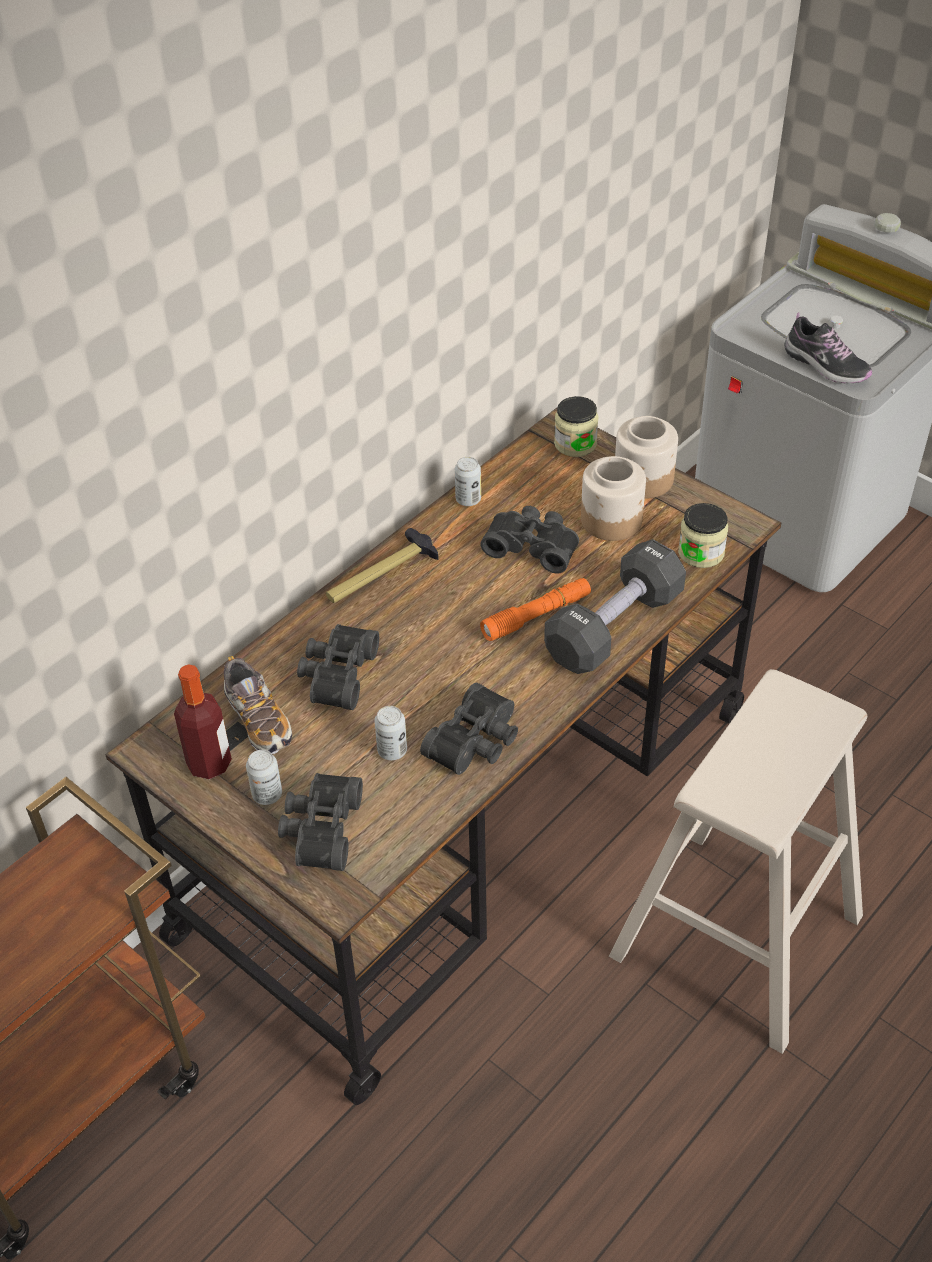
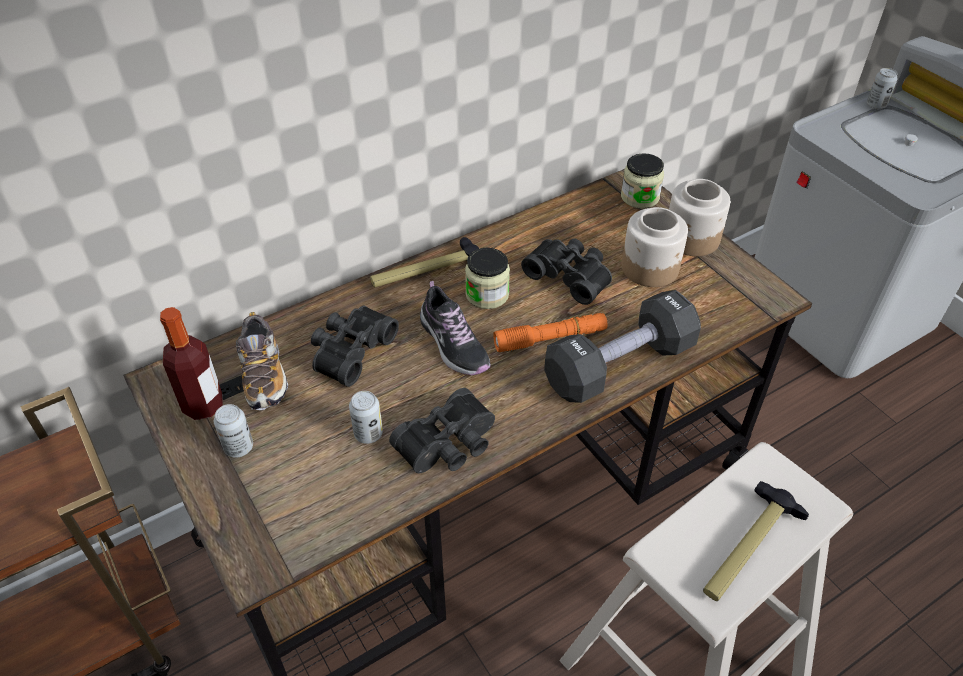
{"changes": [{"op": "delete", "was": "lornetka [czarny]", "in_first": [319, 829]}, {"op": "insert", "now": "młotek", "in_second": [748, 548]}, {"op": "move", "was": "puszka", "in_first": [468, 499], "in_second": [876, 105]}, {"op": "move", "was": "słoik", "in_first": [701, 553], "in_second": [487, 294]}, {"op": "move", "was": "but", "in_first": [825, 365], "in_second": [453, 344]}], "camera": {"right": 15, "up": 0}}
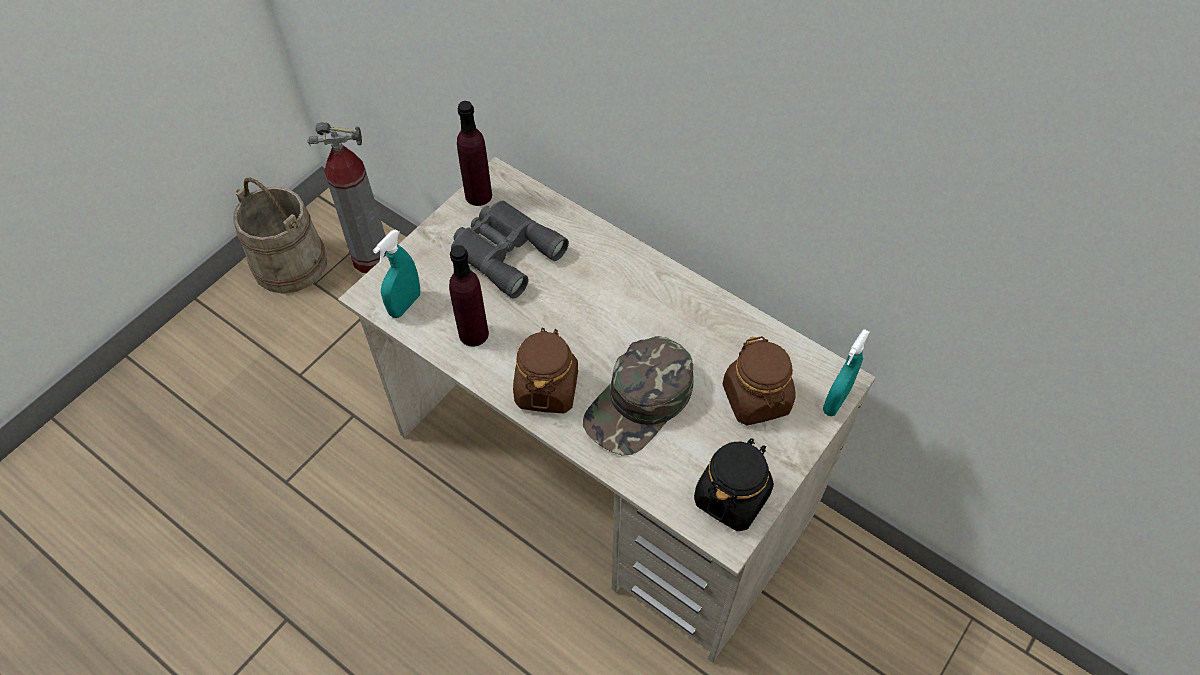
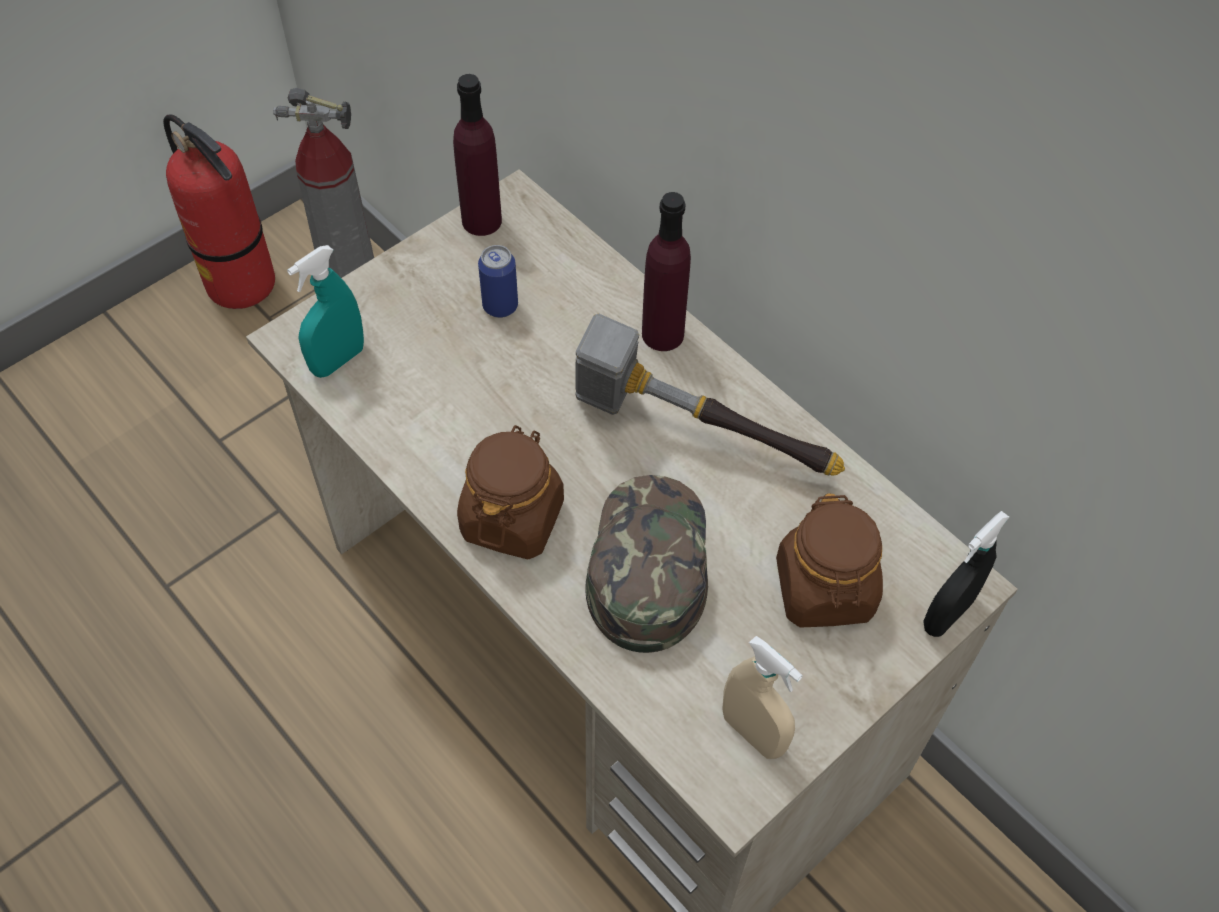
{"changes": [{"op": "insert", "now": "młotek", "in_second": [693, 438]}, {"op": "move", "was": "butelka [fioletowy]", "in_first": [473, 334], "in_second": [662, 334]}, {"op": "replace", "was": "wiadro [beżowy]", "now": "gaśnica", "in_first": [290, 263], "in_second": [242, 284]}, {"op": "replace", "was": "lornetka [szary]", "now": "puszka", "in_first": [505, 251], "in_second": [500, 306]}, {"op": "replace", "was": "słoik [czarny]", "now": "spryskiwacz [beżowy]", "in_first": [731, 497], "in_second": [752, 733]}, {"op": "recolor", "was": "spryskiwacz [turkusowy]", "now": "spryskiwacz [czarny]", "in_first": [836, 401], "in_second": [947, 614]}, {"op": "rotate", "was": "czapka z daszkiem [zielony]", "in_first": [640, 403], "in_second": [646, 564], "clockwise": 135}], "camera": {"right": 10, "up": 0}}
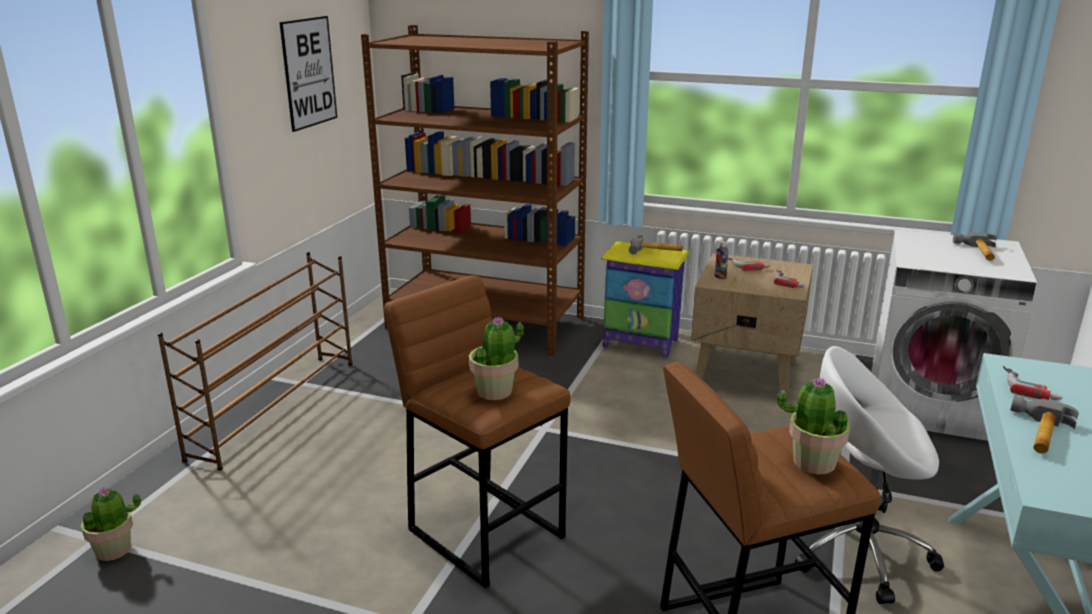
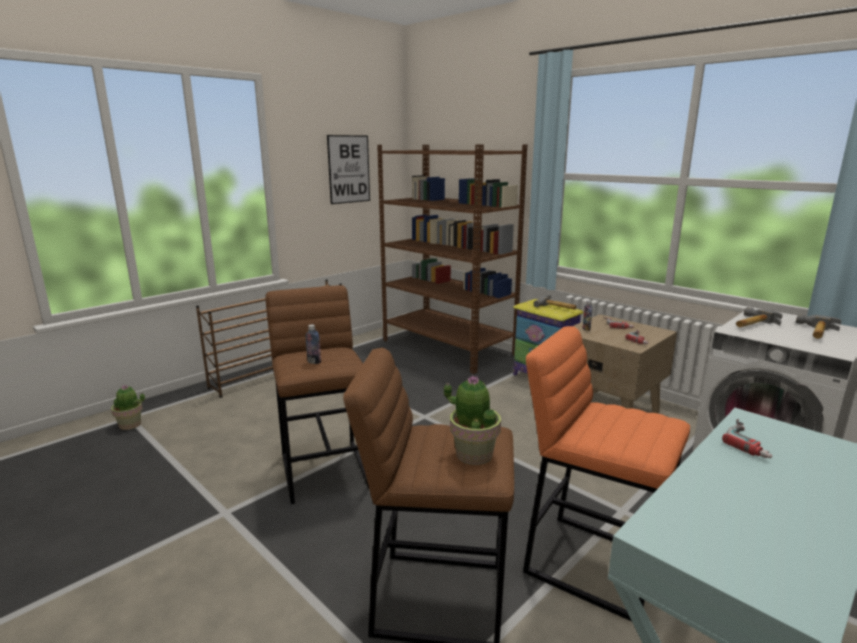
{"changes": [{"op": "move", "was": "młotek", "in_first": [1038, 434], "in_second": [751, 323]}, {"op": "replace", "was": "roślina doniczkowa", "now": "butelka", "in_first": [495, 391], "in_second": [314, 362]}, {"op": "replace", "was": "krzesło biurowe [biały]", "now": "stołek [pomarańczowy]", "in_first": [856, 548], "in_second": [590, 563]}], "camera": {"right": 25, "up": -5}}
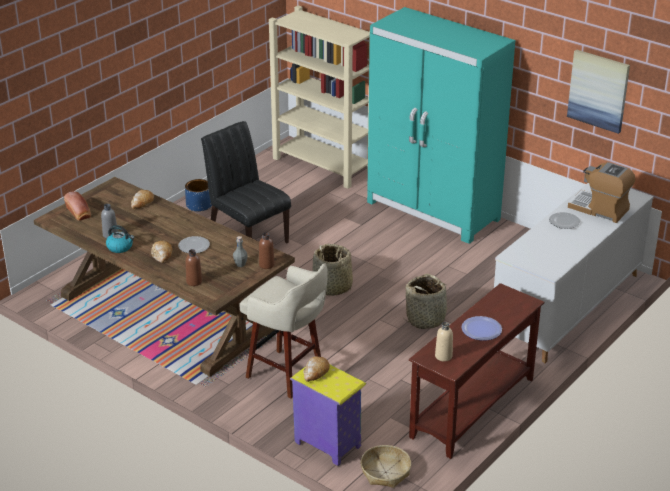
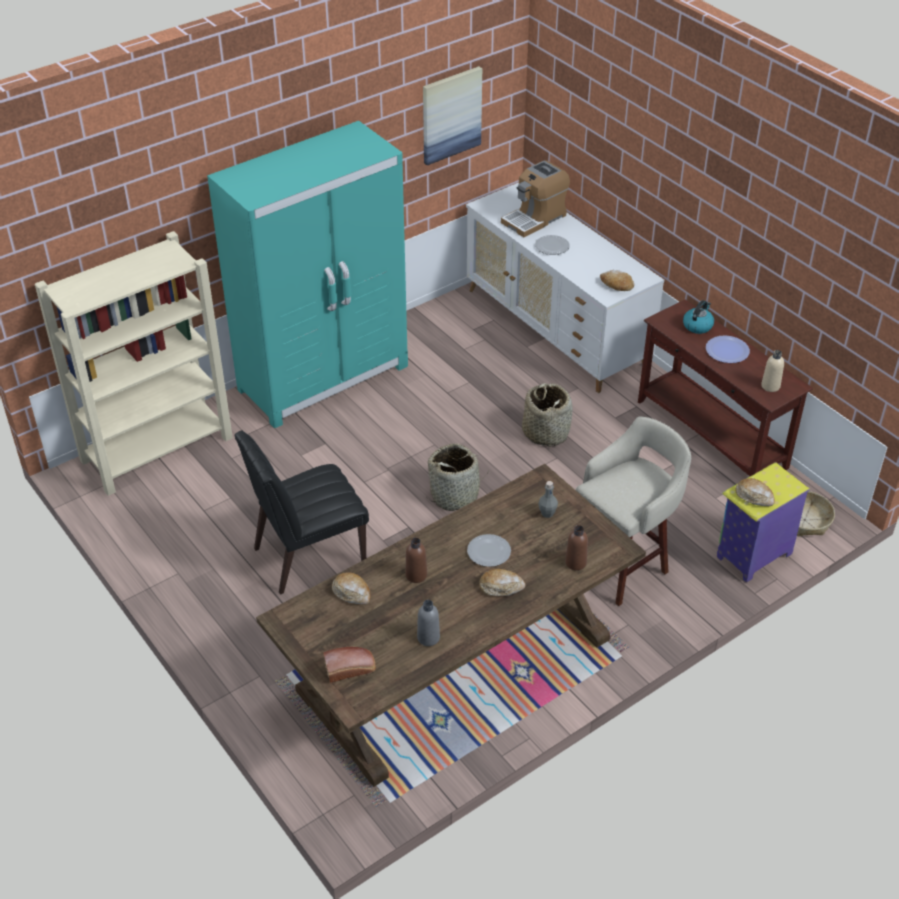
{"changes": [{"op": "delete", "was": "donica [niebieski]", "in_first": [199, 205]}, {"op": "insert", "now": "chleb", "in_second": [616, 285]}, {"op": "move", "was": "czajnik", "in_first": [120, 247], "in_second": [697, 325]}, {"op": "move", "was": "butelka [brązowy]", "in_first": [266, 265], "in_second": [416, 575]}], "camera": {"right": -75, "up": 10}}
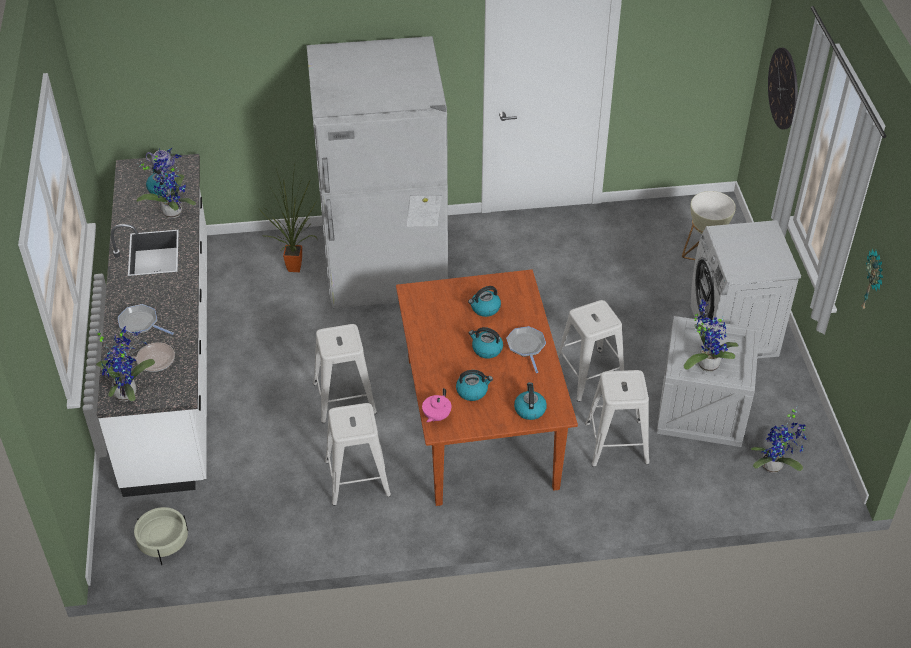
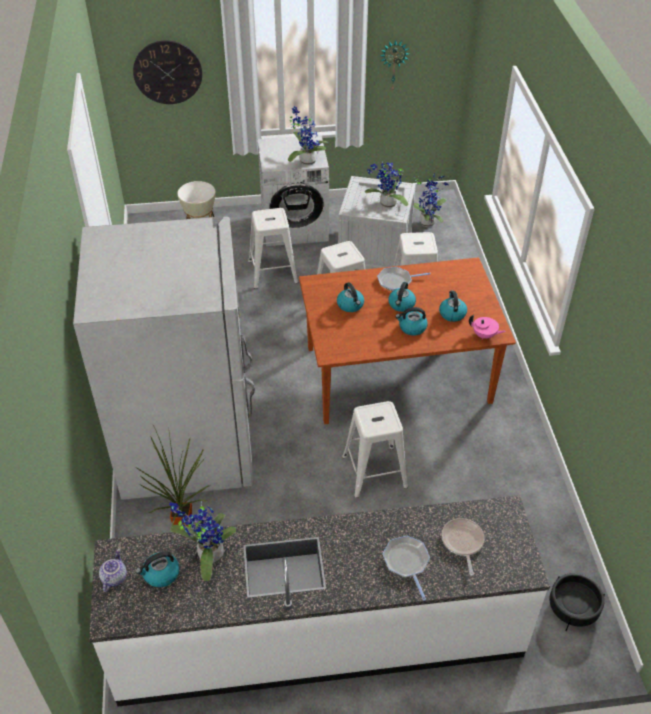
{"changes": [{"op": "move", "was": "roślina doniczkowa", "in_first": [128, 392], "in_second": [305, 160]}, {"op": "move", "was": "stołek [biały]", "in_first": [357, 478], "in_second": [272, 272]}, {"op": "move", "was": "czajnik", "in_first": [529, 409], "in_second": [412, 328]}, {"op": "recolor", "was": "donica [beżowy]", "now": "donica [czarny]", "in_first": [163, 542], "in_second": [573, 609]}, {"op": "rotate", "was": "patelnia", "in_first": [140, 323], "in_second": [407, 562], "clockwise": 135}], "camera": {"right": -90, "up": 0}}
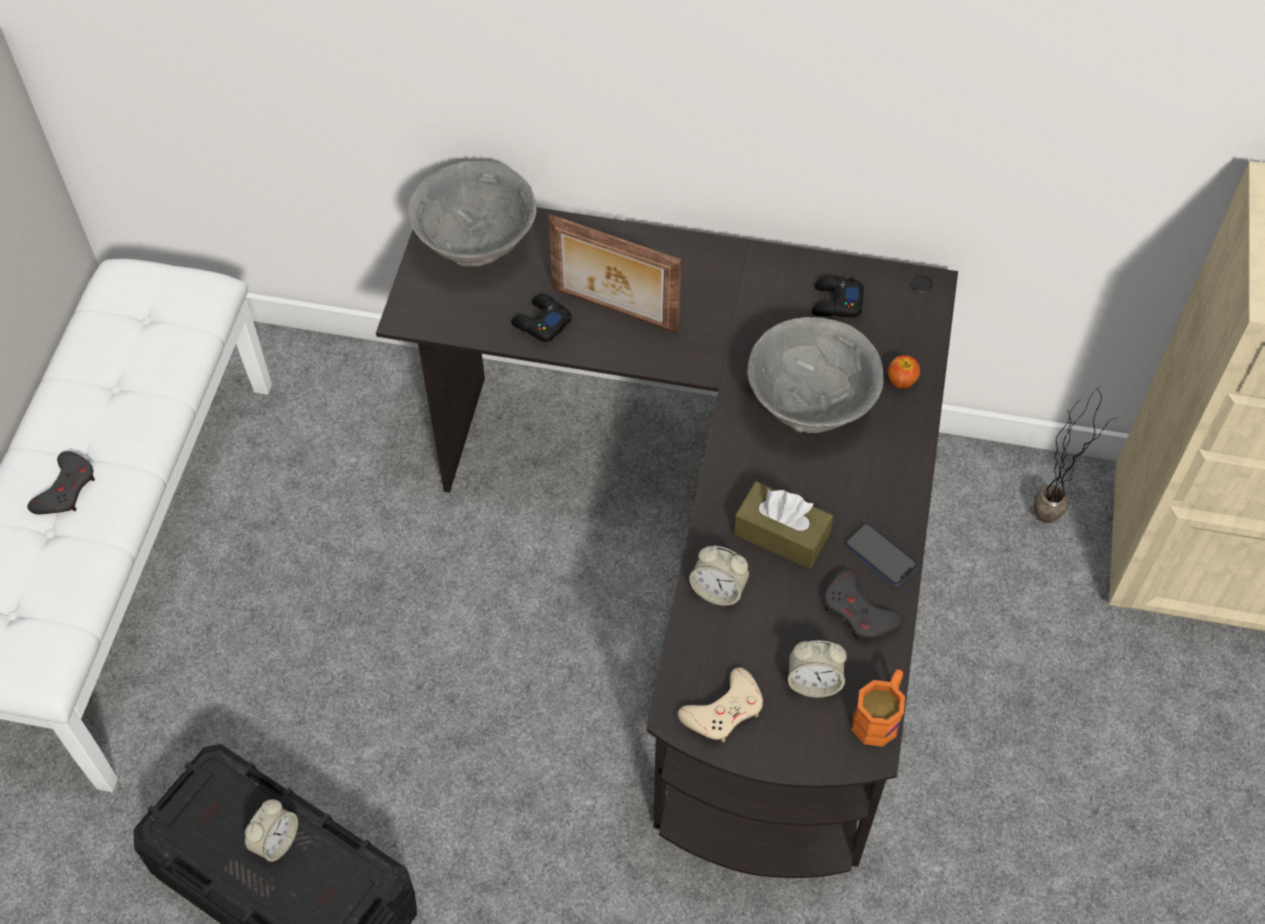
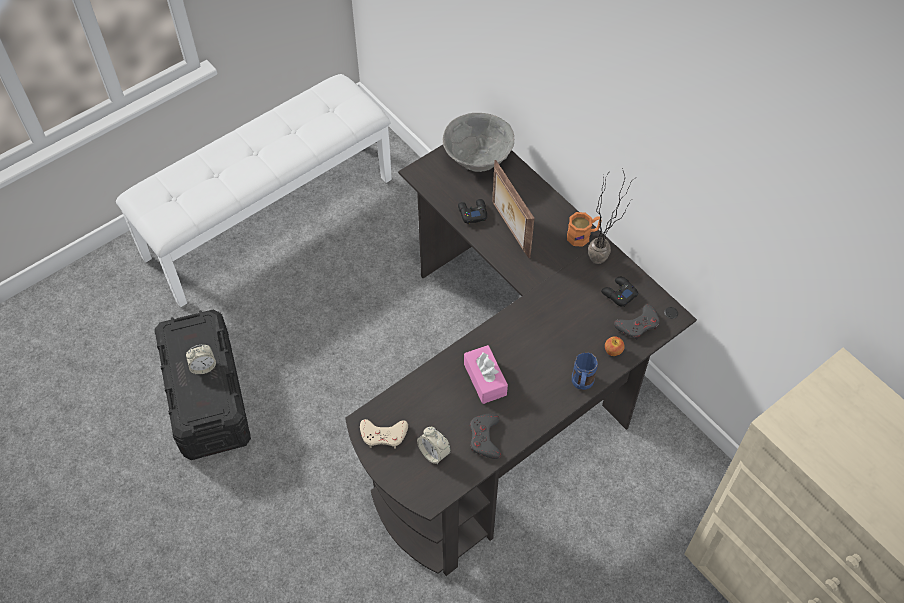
{"changes": [{"op": "delete", "was": "budzik", "in_first": [718, 590]}, {"op": "delete", "was": "miska [szary]", "in_first": [810, 406]}, {"op": "delete", "was": "telefon", "in_first": [880, 555]}, {"op": "insert", "now": "kubek [niebieski]", "in_second": [581, 385]}, {"op": "move", "was": "pad do gier [szary]", "in_first": [66, 489], "in_second": [638, 325]}, {"op": "move", "was": "kubek [pomarańczowy]", "in_first": [879, 716], "in_second": [583, 235]}, {"op": "move", "was": "roślina doniczkowa", "in_first": [1053, 511], "in_second": [604, 260]}, {"op": "recolor", "was": "pudełko chusteczek [brązowy]", "now": "pudełko chusteczek [różowy]", "in_first": [781, 534], "in_second": [485, 379]}], "camera": {"right": 40, "up": 0}}
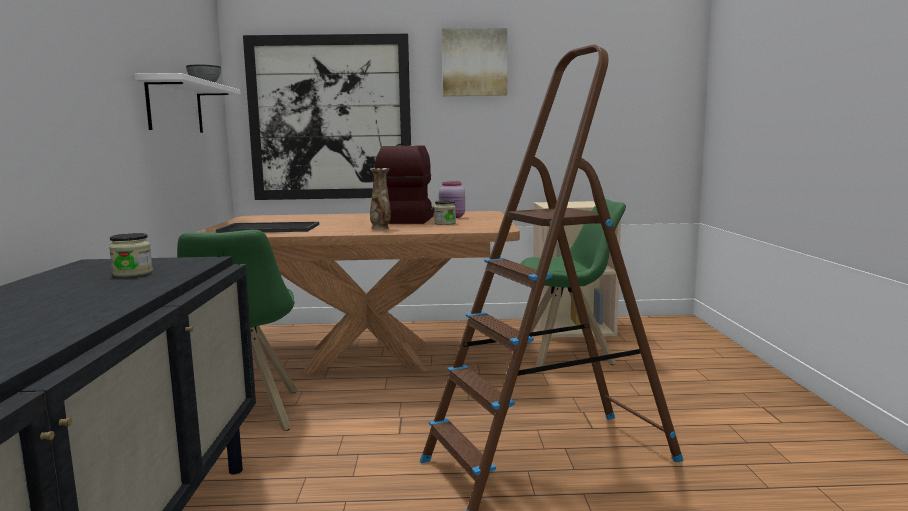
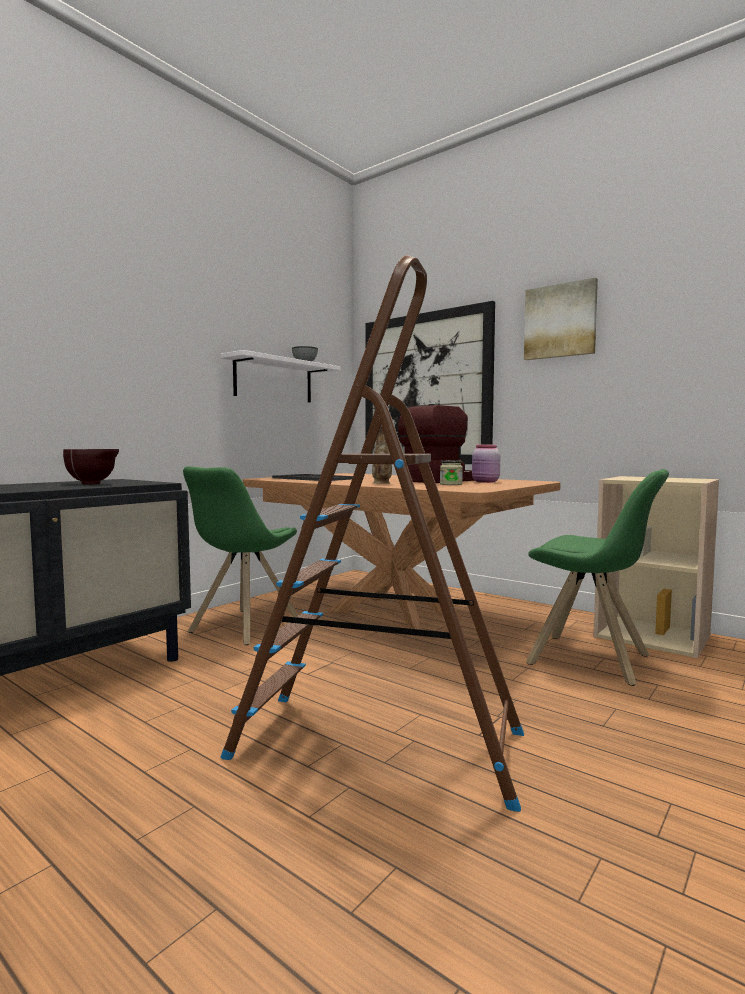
{"changes": [{"op": "replace", "was": "słoik", "now": "miska [brązowy]", "in_first": [132, 273], "in_second": [93, 484]}], "camera": {"right": 40, "up": -5}}
